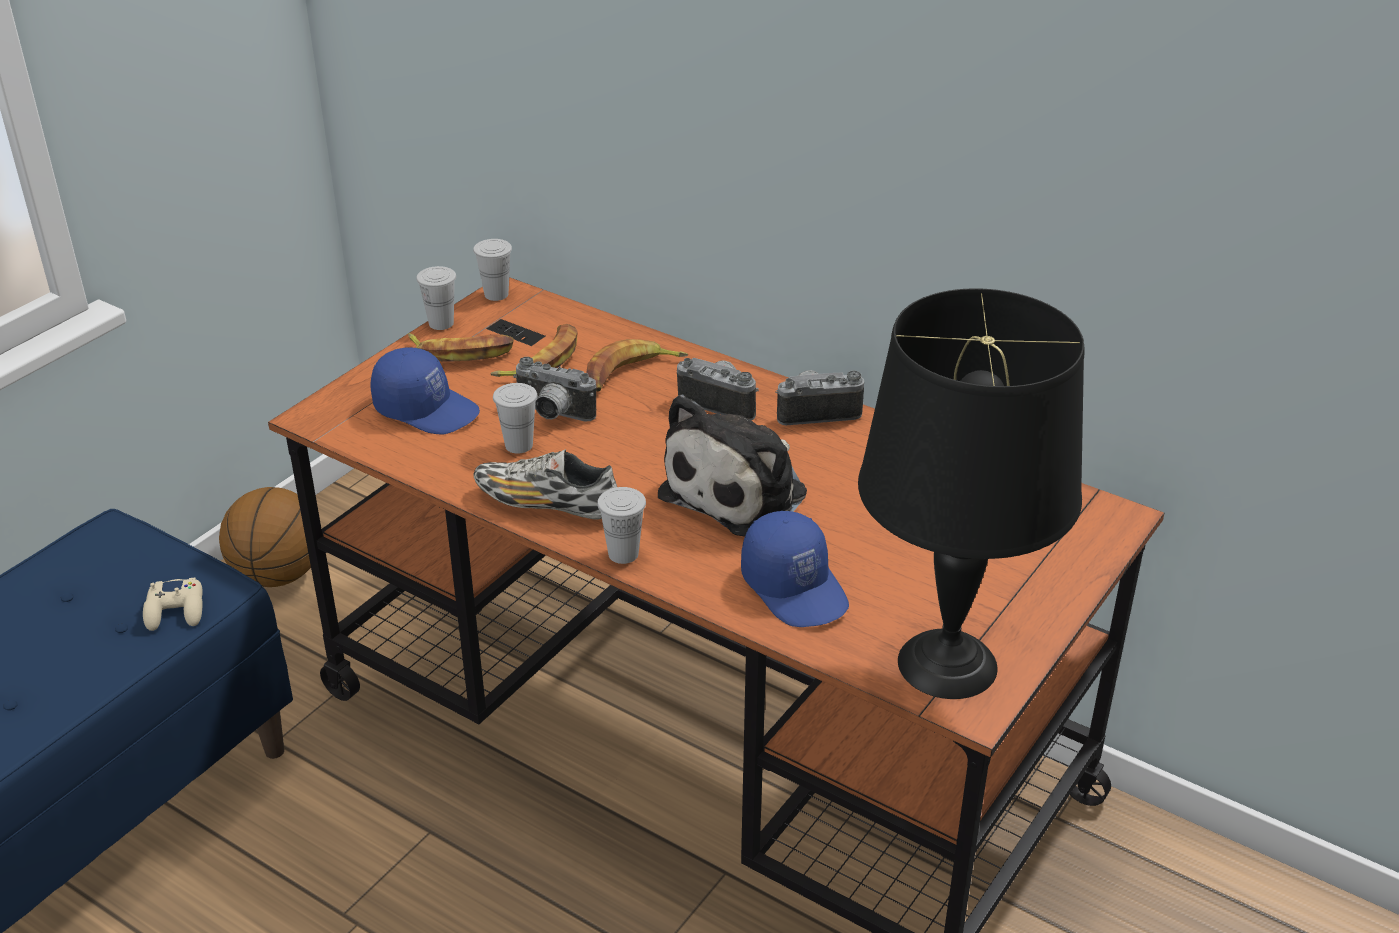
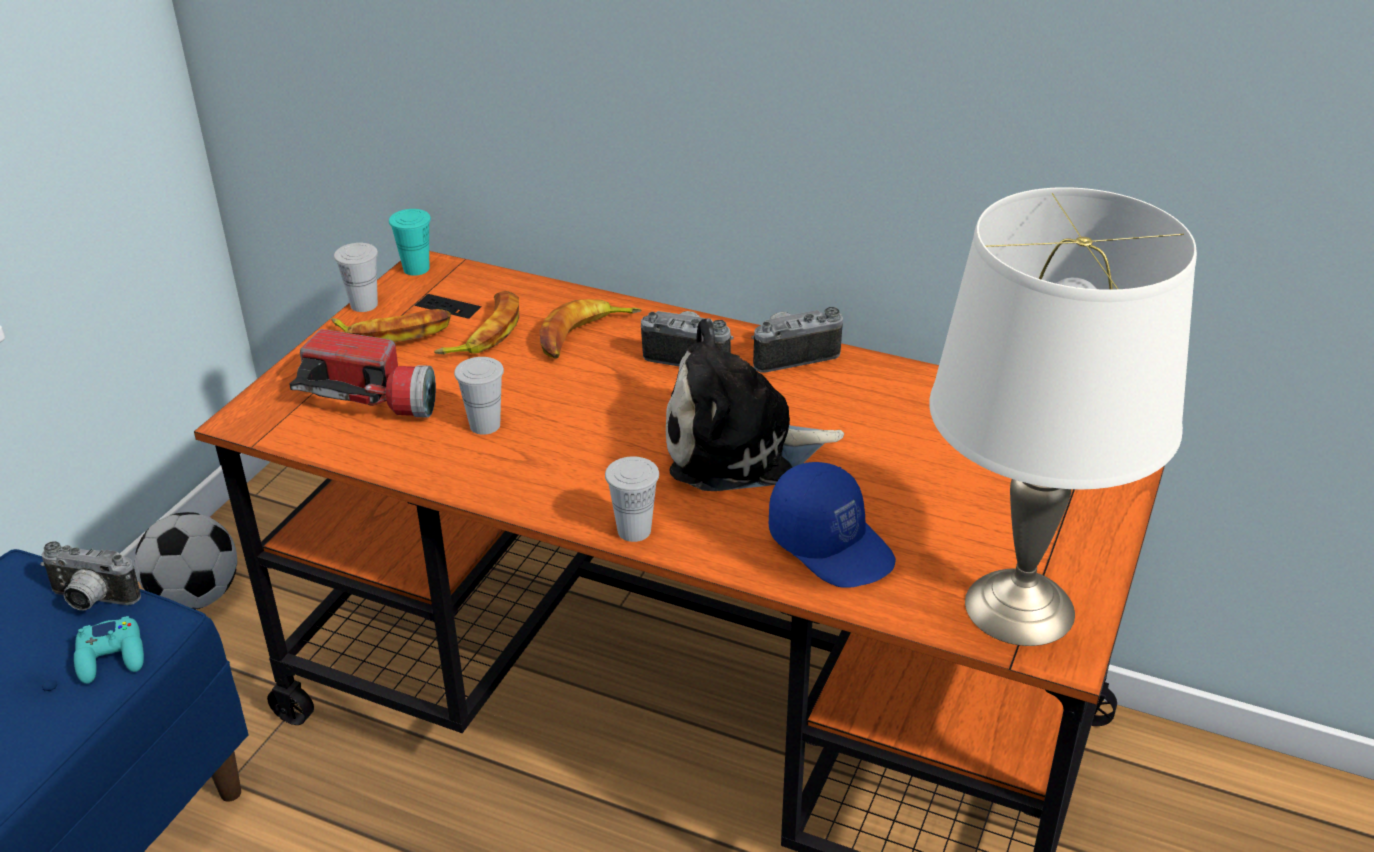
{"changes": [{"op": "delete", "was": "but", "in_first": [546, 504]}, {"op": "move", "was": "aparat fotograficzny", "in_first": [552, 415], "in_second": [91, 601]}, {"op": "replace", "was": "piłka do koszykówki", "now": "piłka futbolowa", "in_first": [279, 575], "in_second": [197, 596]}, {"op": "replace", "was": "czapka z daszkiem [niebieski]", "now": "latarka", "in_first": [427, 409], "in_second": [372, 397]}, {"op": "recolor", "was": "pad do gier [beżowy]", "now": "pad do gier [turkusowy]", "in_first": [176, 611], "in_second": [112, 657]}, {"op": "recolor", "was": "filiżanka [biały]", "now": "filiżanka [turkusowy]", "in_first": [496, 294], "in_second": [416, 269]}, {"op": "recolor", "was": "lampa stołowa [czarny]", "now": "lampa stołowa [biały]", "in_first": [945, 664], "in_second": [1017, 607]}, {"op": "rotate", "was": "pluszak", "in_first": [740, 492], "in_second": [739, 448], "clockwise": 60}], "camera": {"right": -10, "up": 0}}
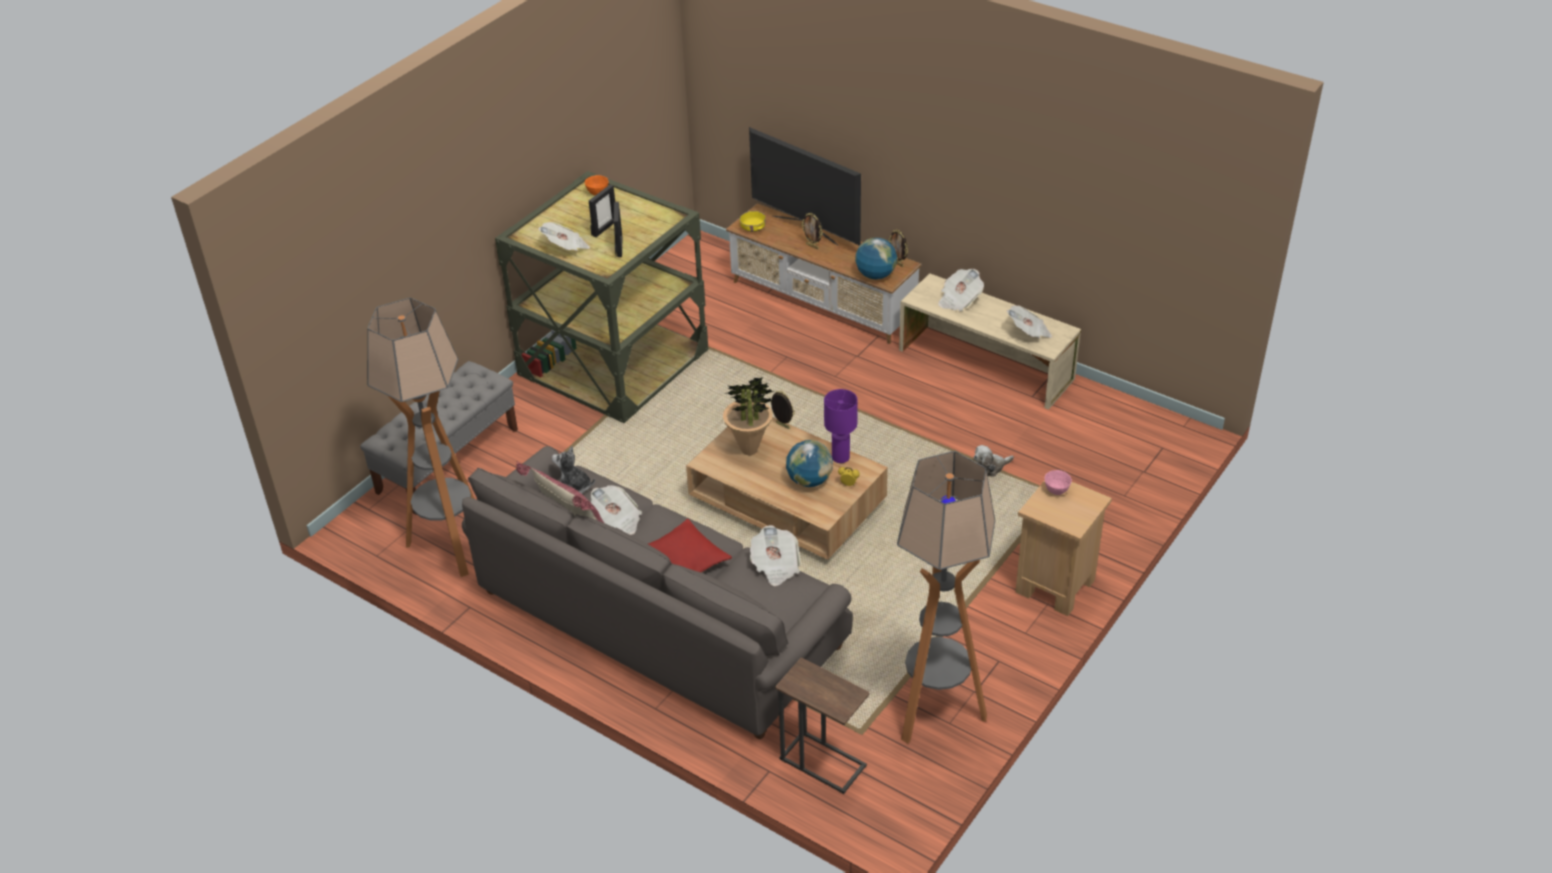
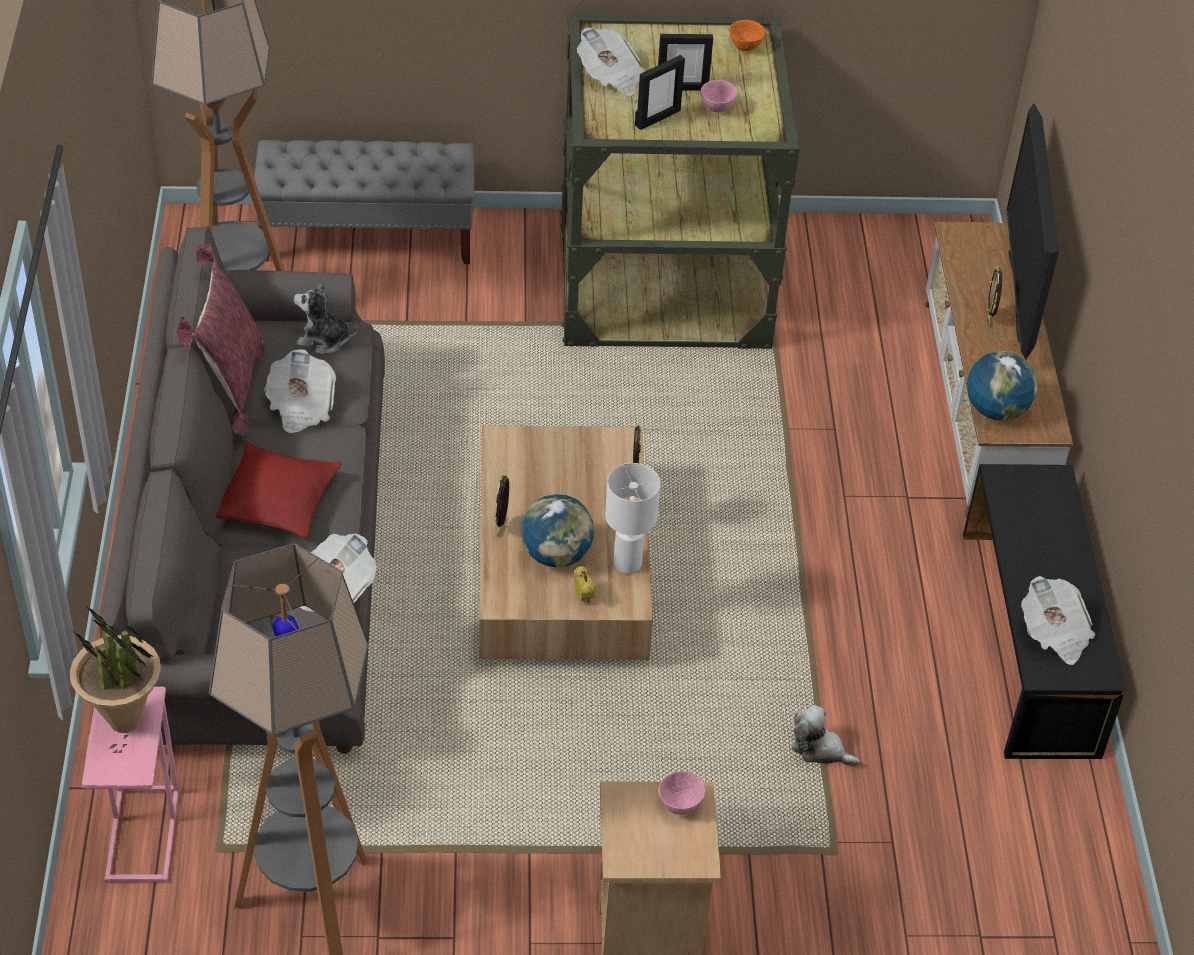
{"changes": [{"op": "delete", "was": "miska [żółty]", "in_first": [753, 228]}, {"op": "delete", "was": "gazeta", "in_first": [959, 300]}, {"op": "insert", "now": "miska [różowy]", "in_second": [717, 109]}, {"op": "move", "was": "roślina doniczkowa", "in_first": [749, 450], "in_second": [125, 722]}, {"op": "move", "was": "ramka na zdjęcie", "in_first": [898, 264], "in_second": [501, 527]}, {"op": "recolor", "was": "stolik [brązowy]", "now": "stolik [różowy]", "in_first": [822, 762], "in_second": [142, 833]}, {"op": "recolor", "was": "lampa stołowa [fioletowy]", "now": "lampa stołowa [biały]", "in_first": [840, 457], "in_second": [626, 563]}, {"op": "recolor", "was": "ławka [beżowy]", "now": "ławka [czarny]", "in_first": [987, 364], "in_second": [1032, 643]}, {"op": "rotate", "was": "pluszak", "in_first": [574, 487], "in_second": [324, 340], "clockwise": -60}], "camera": {"right": 50, "up": 5}}
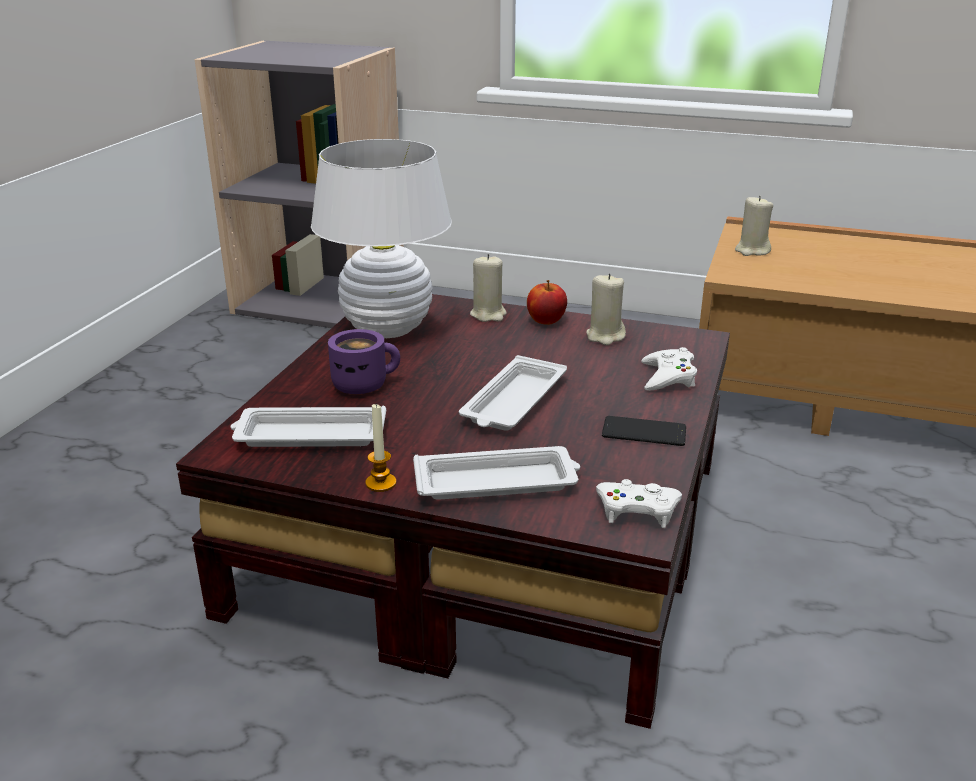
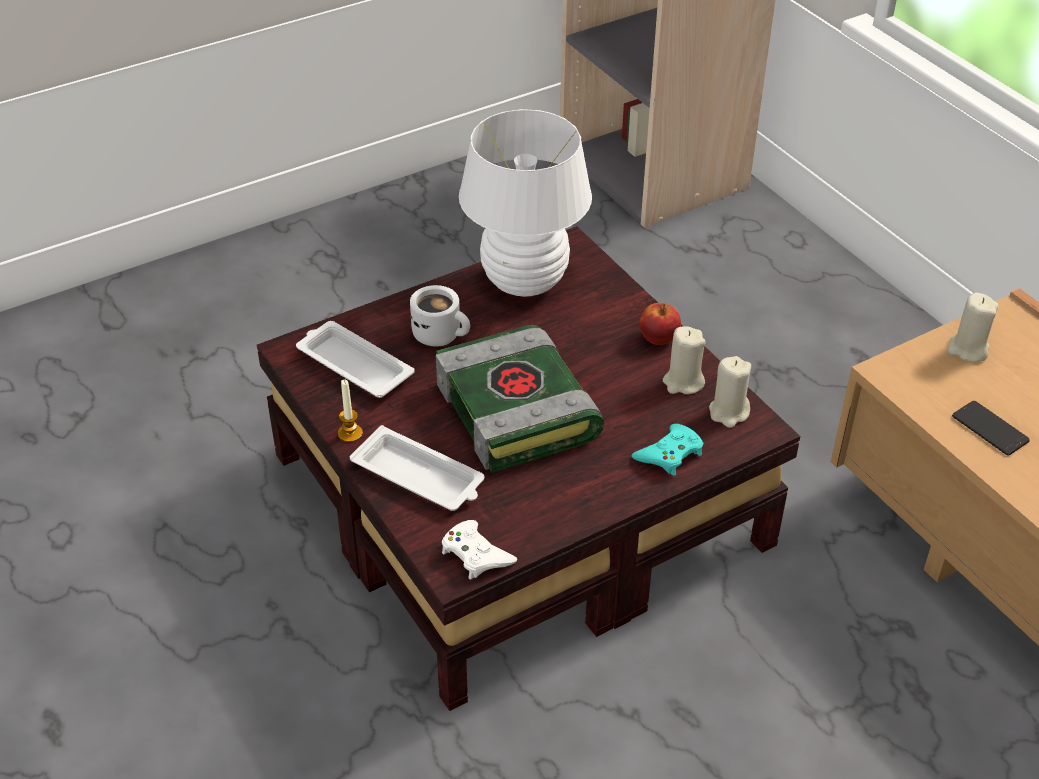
{"changes": [{"op": "move", "was": "świeca [beżowy]", "in_first": [488, 314], "in_second": [728, 412]}, {"op": "move", "was": "telefon", "in_first": [644, 432], "in_second": [990, 429]}, {"op": "replace", "was": "taca [biały]", "now": "książka", "in_first": [513, 402], "in_second": [519, 412]}, {"op": "recolor", "was": "kubek [fioletowy]", "now": "kubek [biały]", "in_first": [364, 383], "in_second": [441, 334]}, {"op": "recolor", "was": "pad do gier [biały]", "now": "pad do gier [turkusowy]", "in_first": [668, 377], "in_second": [670, 454]}], "camera": {"right": 40, "up": 15}}
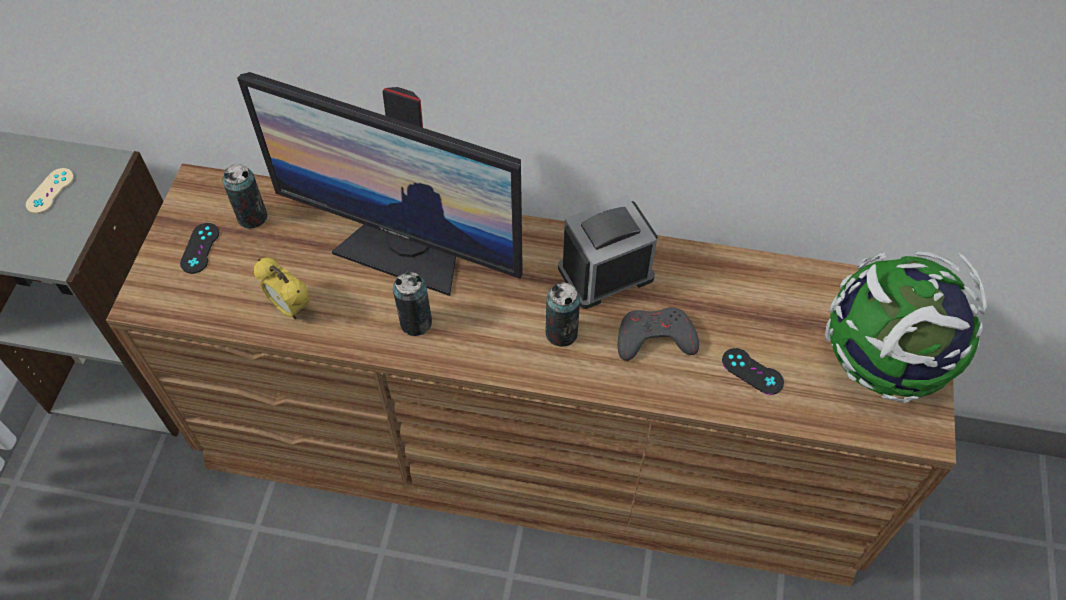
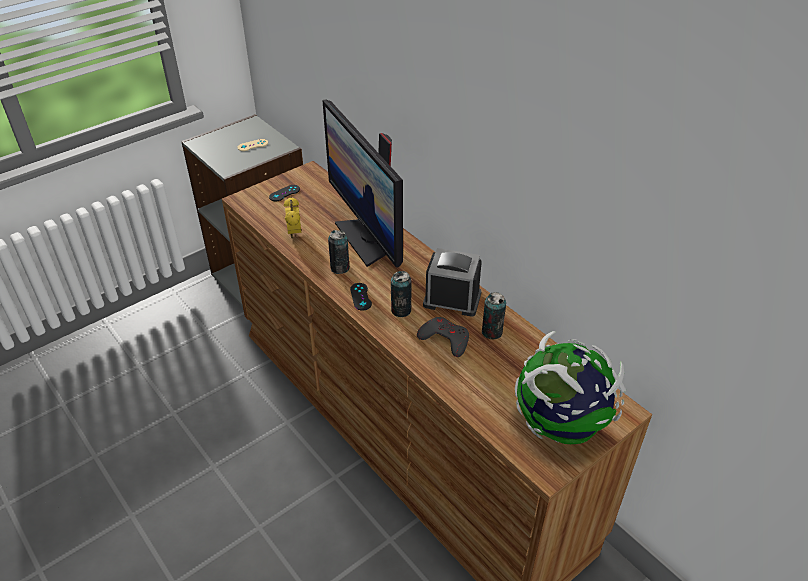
{"changes": [{"op": "move", "was": "puszka", "in_first": [252, 217], "in_second": [492, 332]}, {"op": "move", "was": "pad do gier [czarny]", "in_first": [752, 371], "in_second": [360, 297]}], "camera": {"right": 40, "up": -15}}
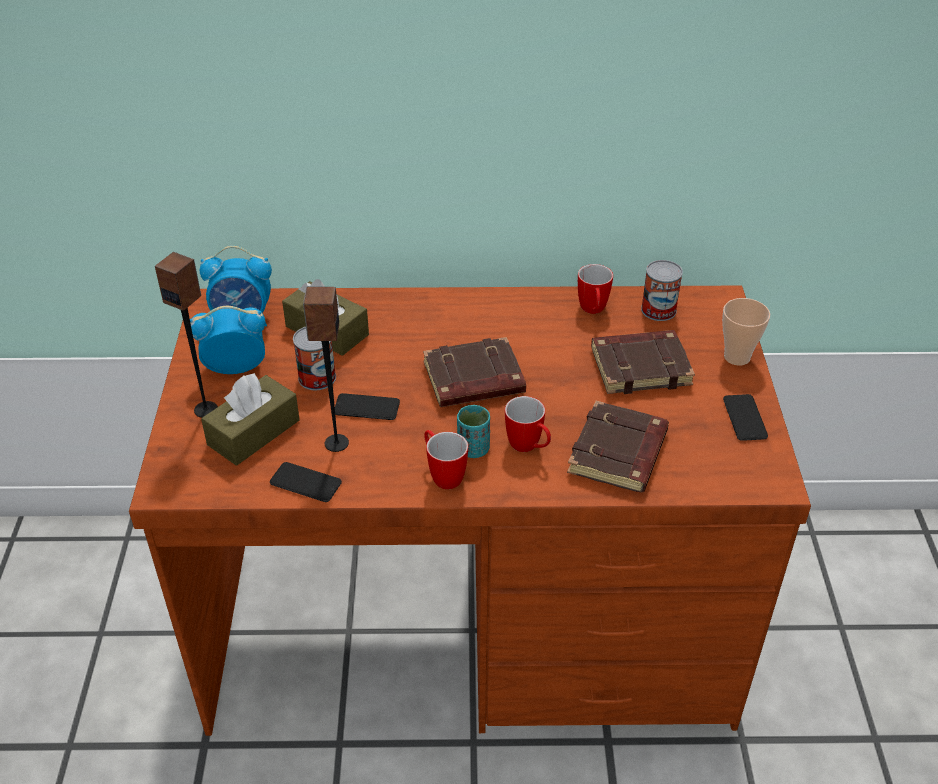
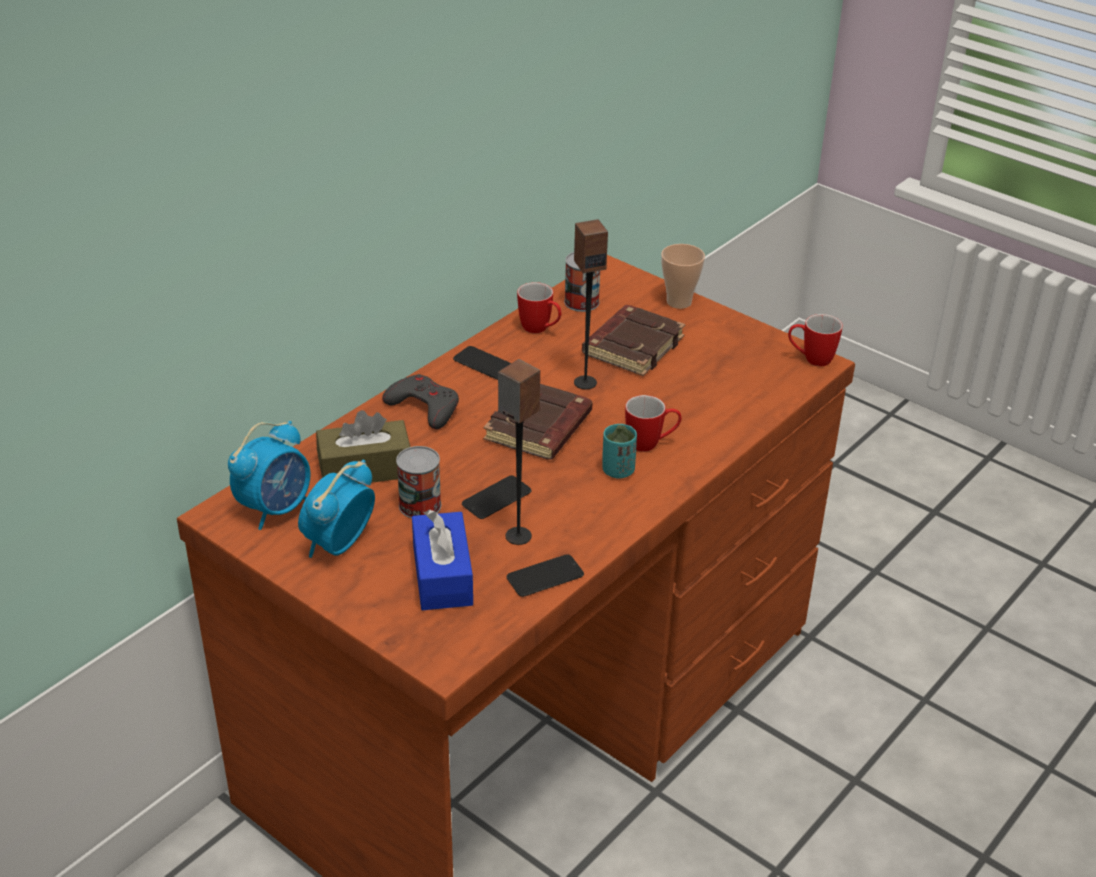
{"changes": [{"op": "delete", "was": "książka [brązowy]", "in_first": [619, 454]}, {"op": "insert", "now": "pad do gier [szary]", "in_second": [424, 407]}, {"op": "move", "was": "głośnik", "in_first": [206, 409], "in_second": [585, 382]}, {"op": "move", "was": "kubek", "in_first": [442, 475], "in_second": [810, 359]}, {"op": "move", "was": "telefon", "in_first": [744, 418], "in_second": [484, 364]}, {"op": "recolor", "was": "pudełko chusteczek [brązowy]", "now": "pudełko chusteczek [niebieski]", "in_first": [253, 432], "in_second": [442, 575]}], "camera": {"right": -50, "up": -5}}
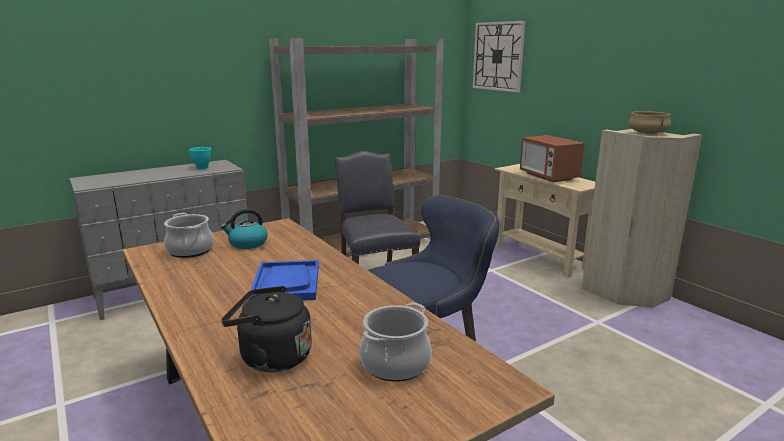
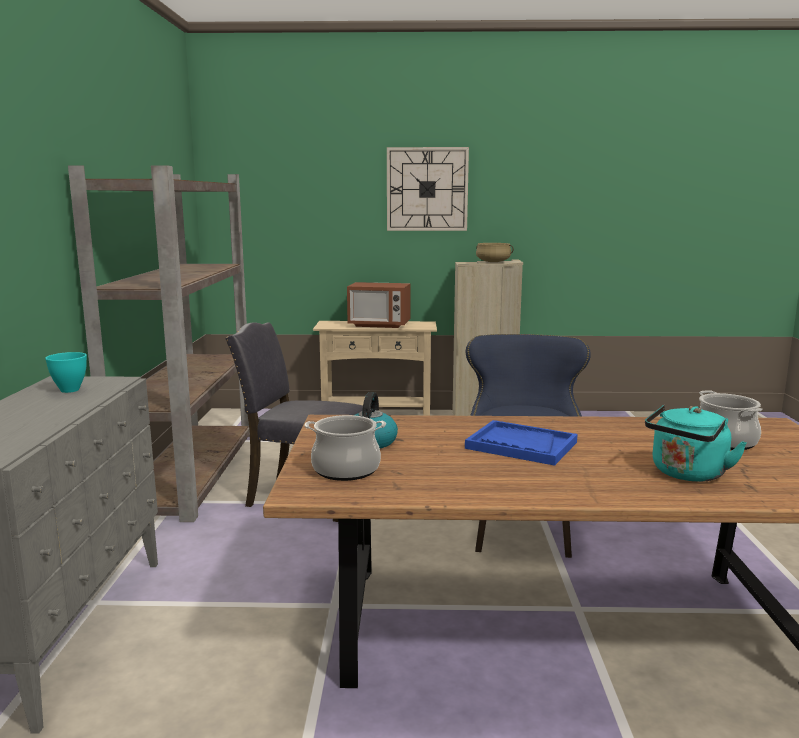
{"changes": [{"op": "move", "was": "zegar ścienny", "in_first": [498, 56], "in_second": [427, 189]}, {"op": "recolor", "was": "czajnik [czarny]", "now": "czajnik [turkusowy]", "in_first": [271, 357], "in_second": [687, 474]}], "camera": {"right": -55, "up": -5}}
